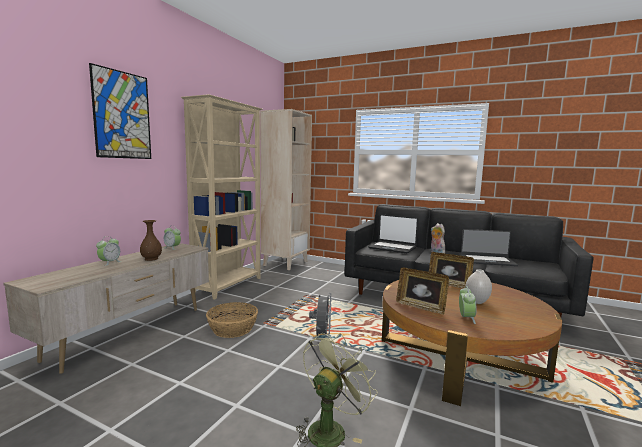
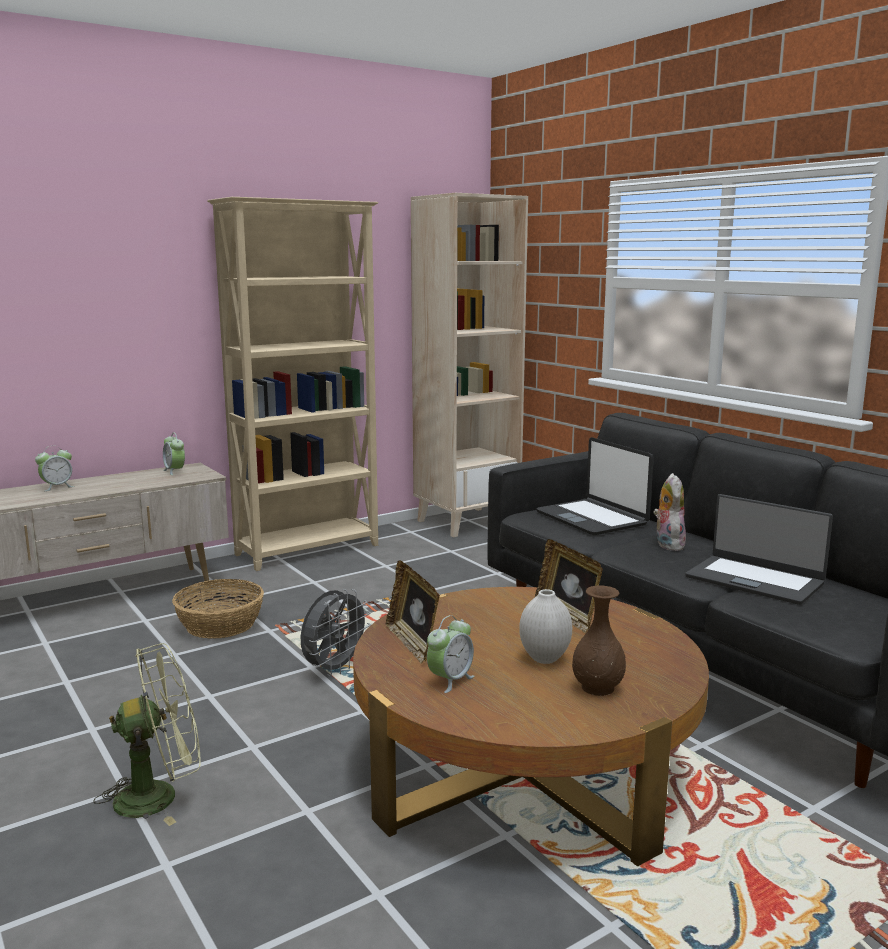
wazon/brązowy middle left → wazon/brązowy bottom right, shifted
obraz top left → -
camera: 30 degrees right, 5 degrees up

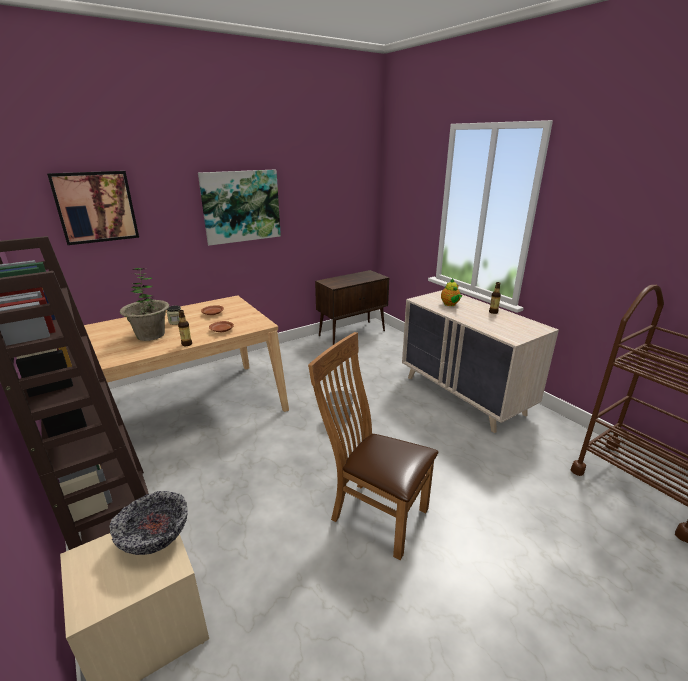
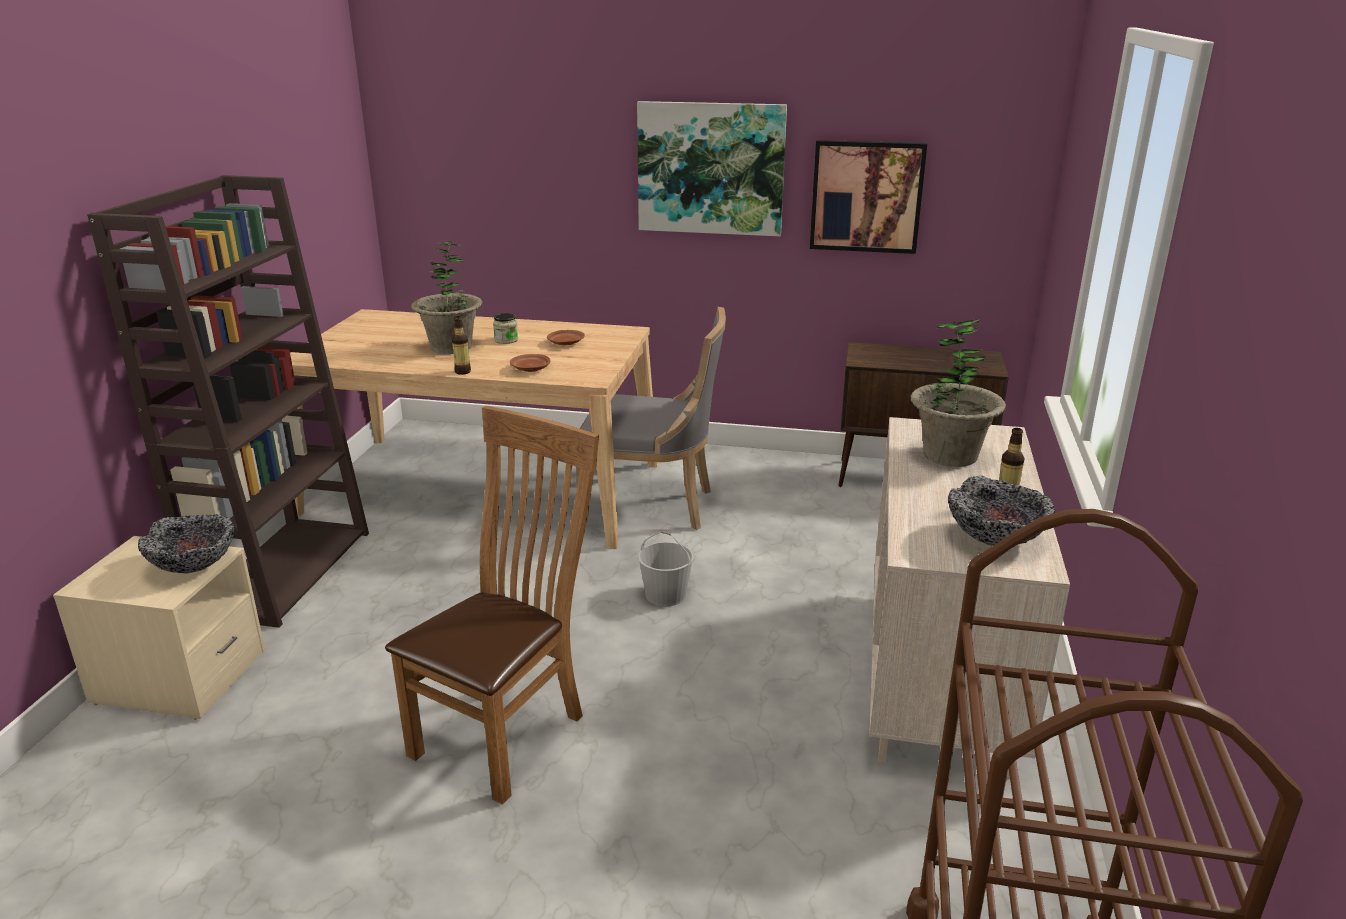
krzesło/brązowy centre, 45 degrees clockwise
- → krzesło/szary centre
obraz (no. 1 from left in the first image) top left → obraz (no. 2 from left) top centre, shifted
imbryk centre → roślina doniczkowa (no. 2 from left) middle right
- → miska (no. 2 from left) middle right
camera: 45 degrees right, 0 degrees up

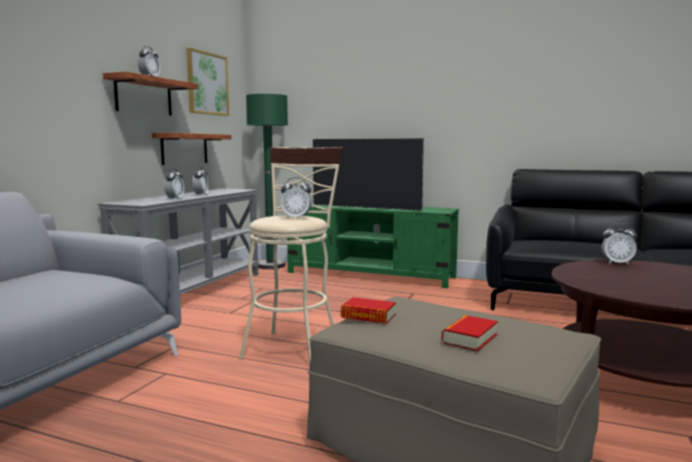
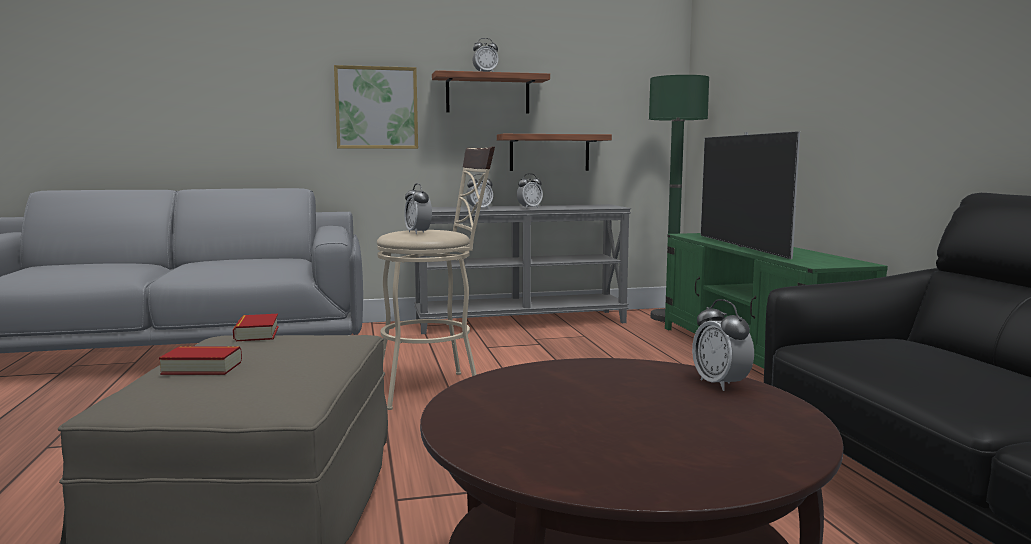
obraz top left → obraz top centre, shifted
camera: 55 degrees right, 0 degrees up

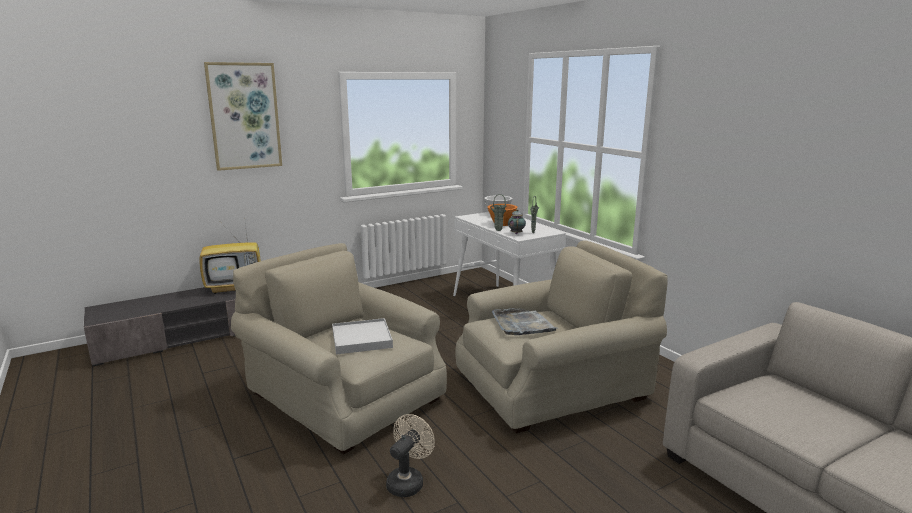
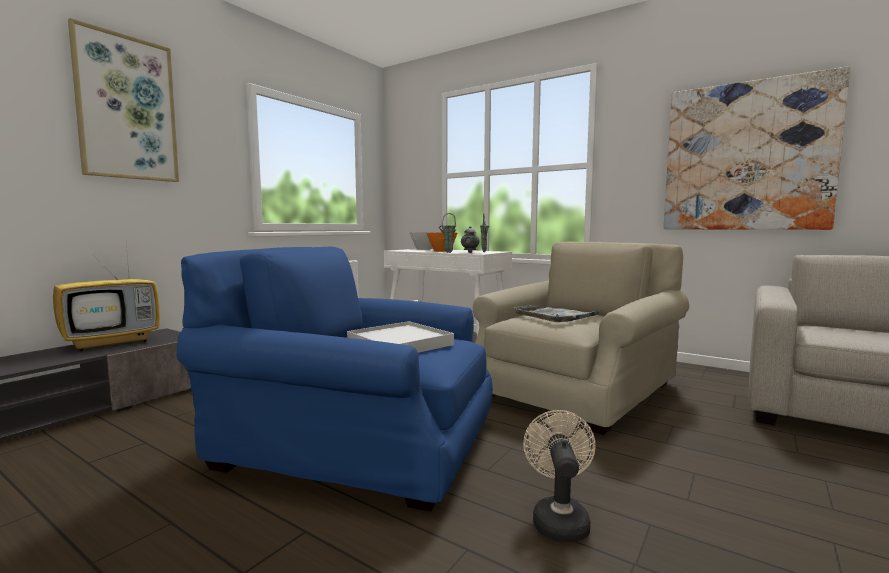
fotel/beżowy (no. 1 from left) bottom centre → fotel/niebieski centre
- → obraz (no. 2 from left) top right
camera: 25 degrees left, 10 degrees down

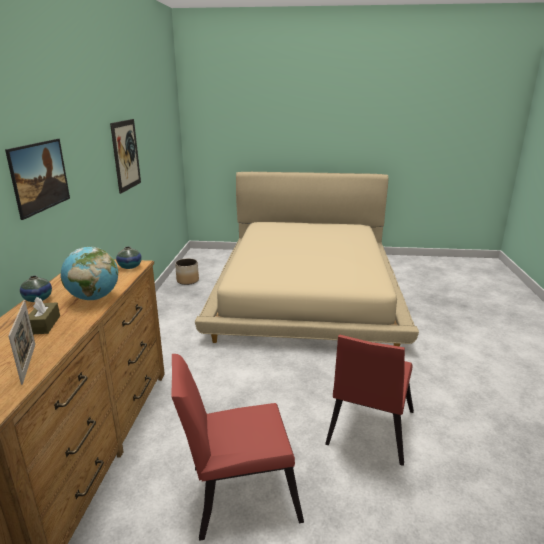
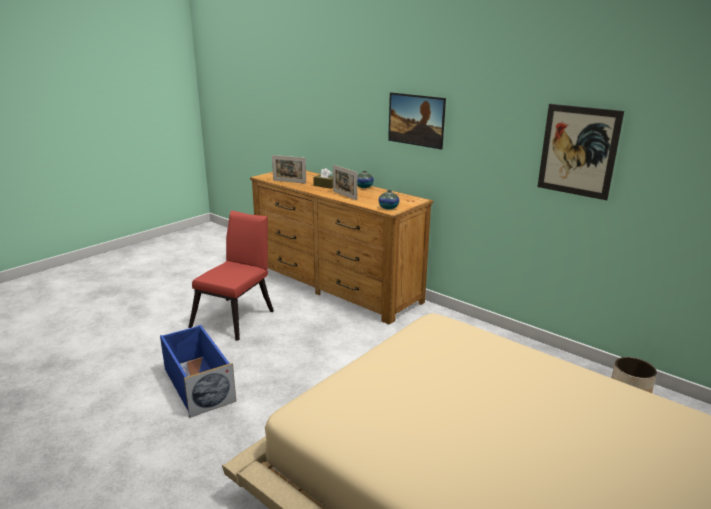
krzesło/czerwony (no. 2 from left) bottom right → pojemnik do przechowywania/niebieski bottom left
globus middle left → ramka na zdjęcie (no. 2 from left) centre
camera: 125 degrees right, 0 degrees up

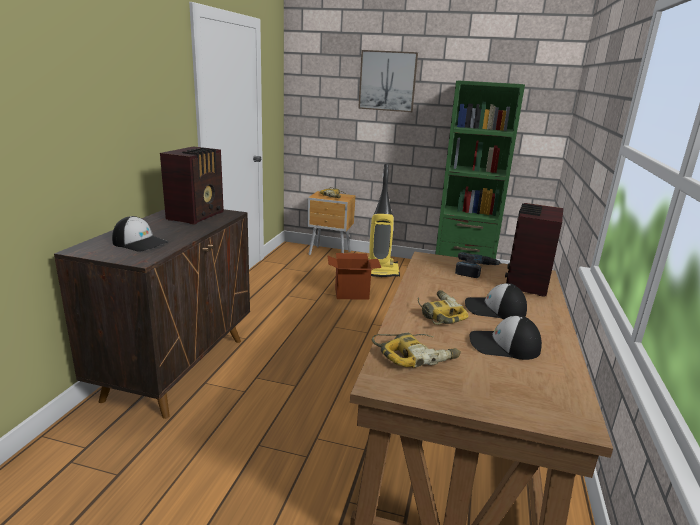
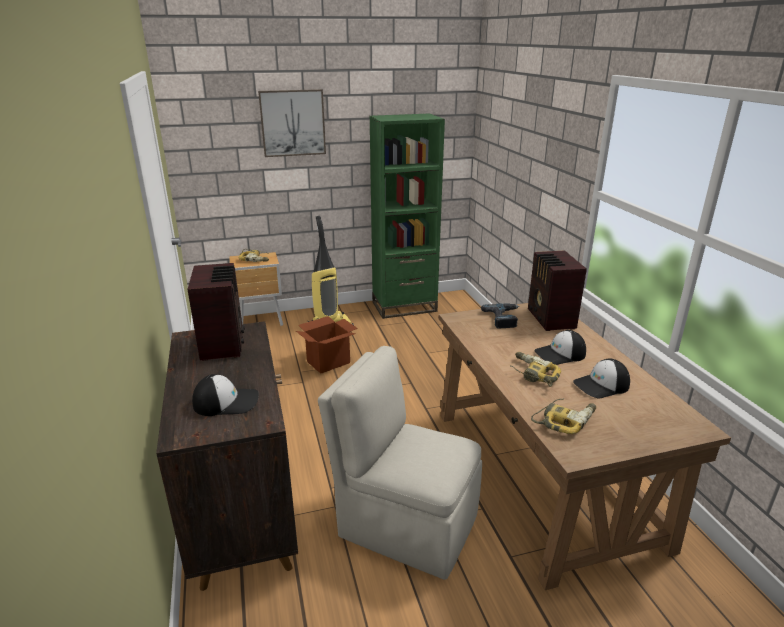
- → krzesło/beżowy bottom centre
camera: 30 degrees left, 5 degrees up

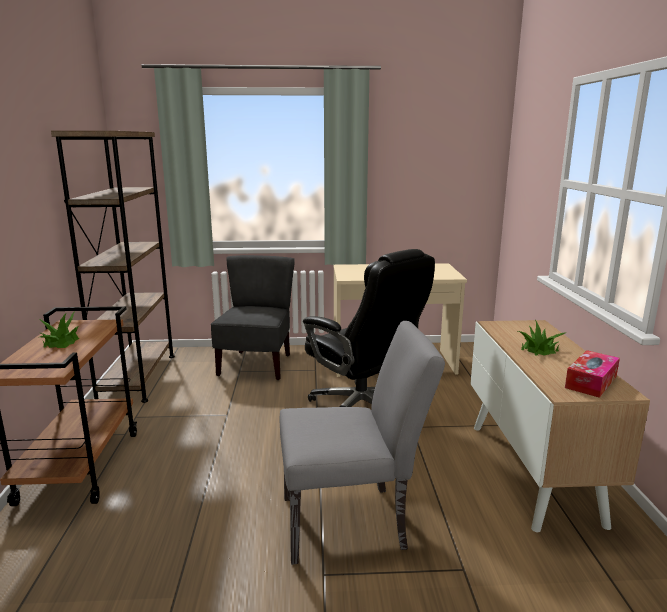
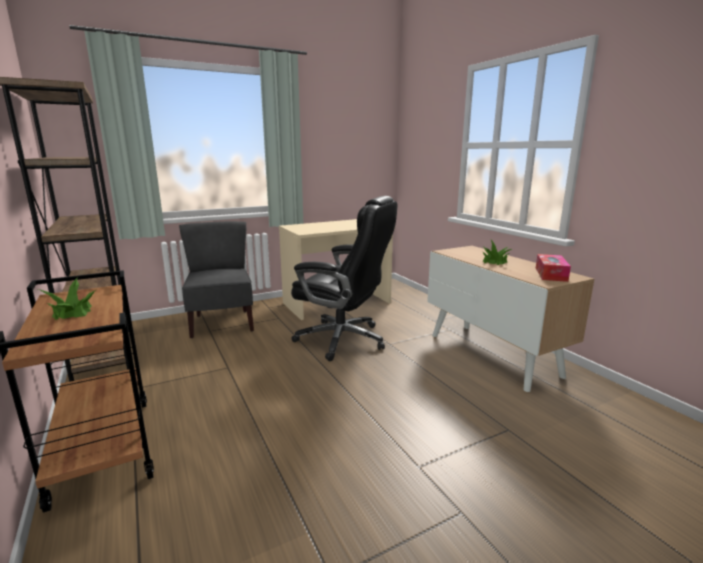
krzesło/szary (no. 2 from left) bottom centre → -
camera: 25 degrees left, 0 degrees up

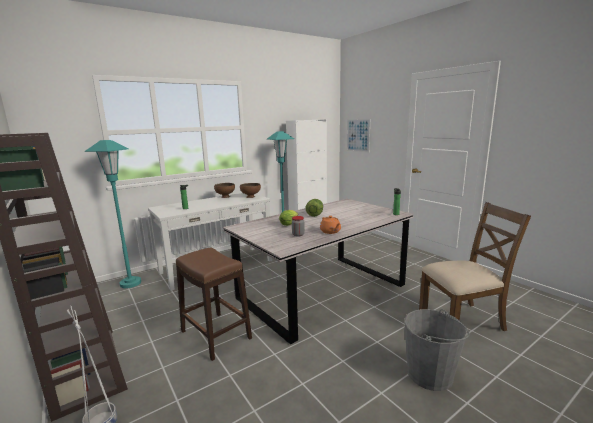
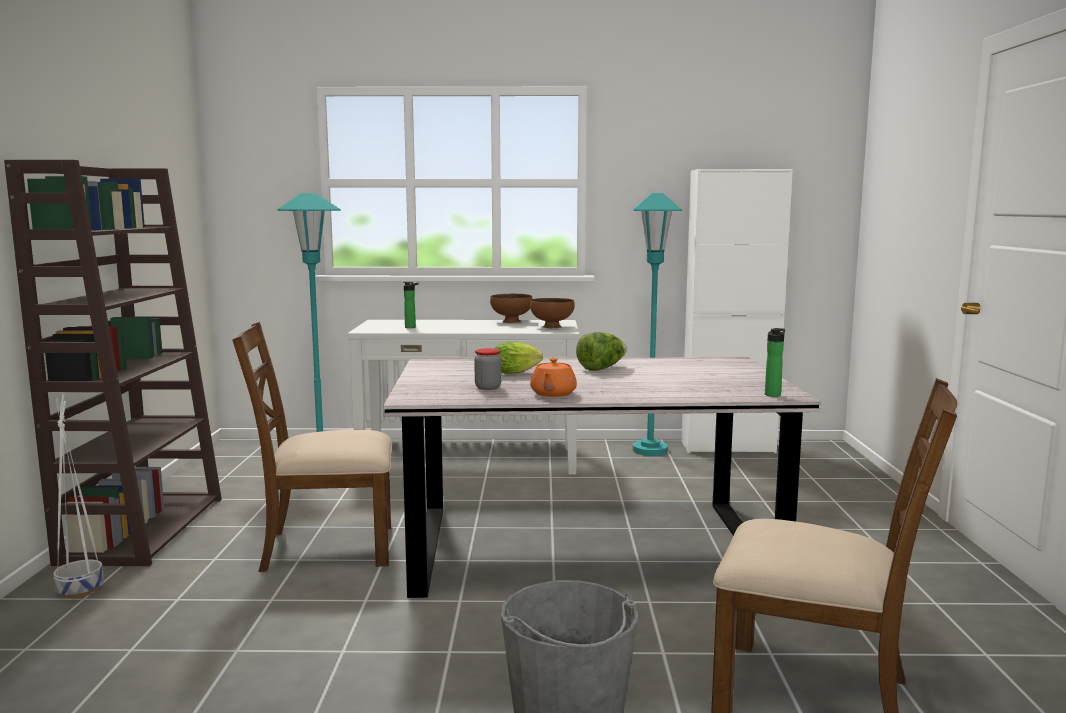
stołek/brązowy bottom centre → krzesło/brązowy (no. 1 from left) middle left
obraz top centre → -
camera: 35 degrees right, 5 degrees down

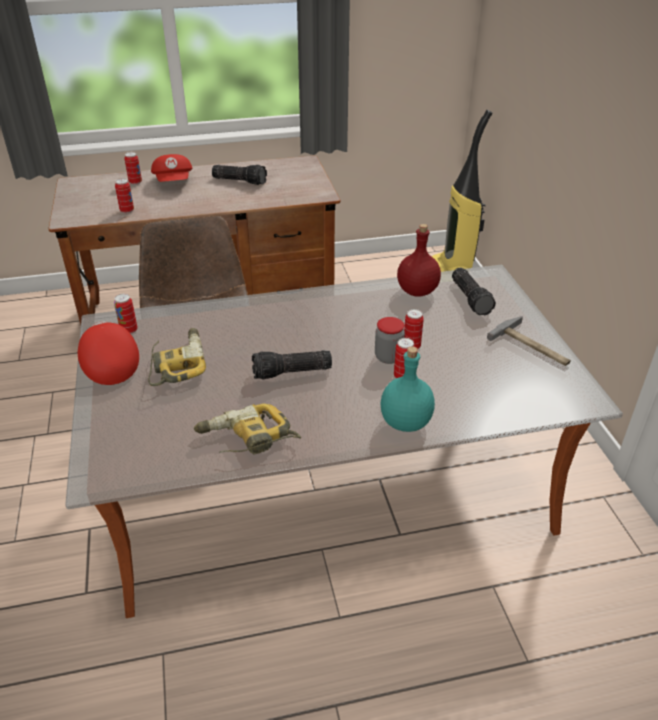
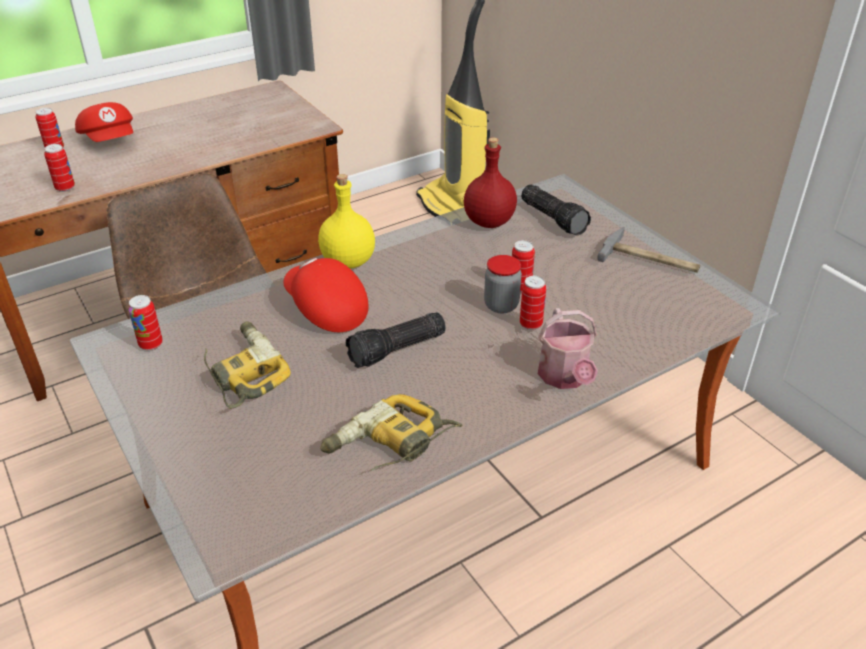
czapka z daszkiem/czerwony (no. 1 from left in the first image) middle left → czapka z daszkiem/czerwony (no. 2 from left) centre, shifted
- → butelka/żółty centre
butelka/turkusowy centre → konewka centre
latarka (no. 1 from left) top centre → -
camera: 20 degrees left, 0 degrees up

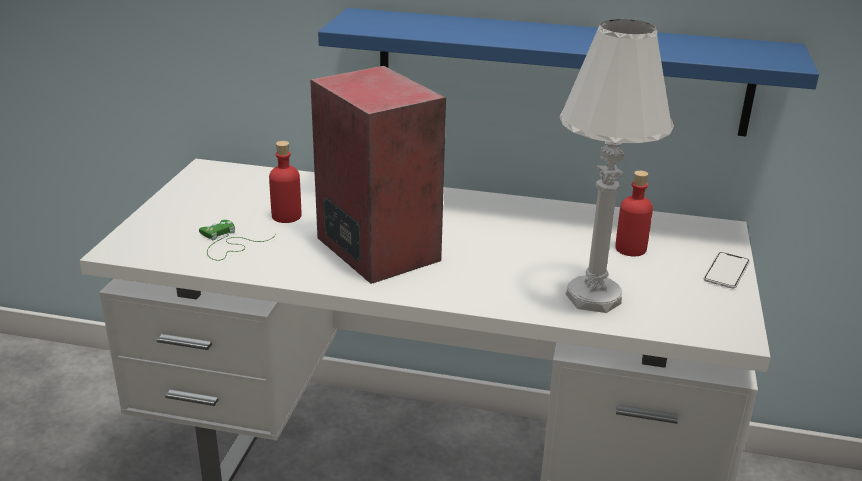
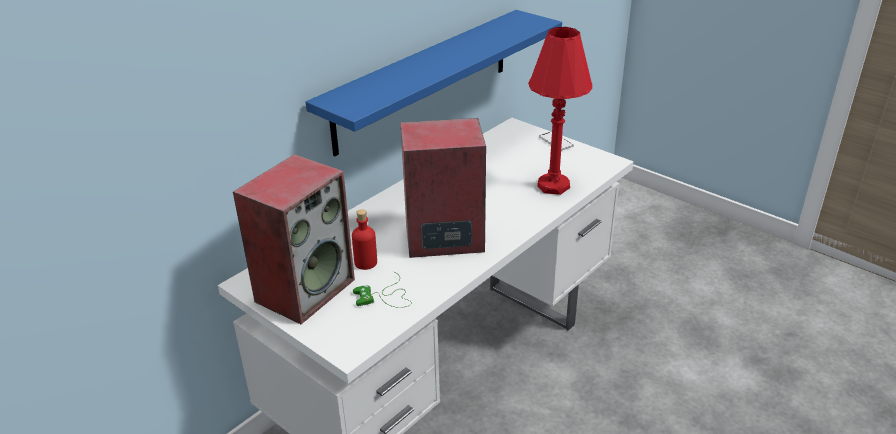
- → głośnik (no. 1 from left) middle left
lampa stołowa/biały middle right → lampa stołowa/czerwony top centre
butelka/czerwony (no. 2 from left) middle right → -
camera: 60 degrees left, 5 degrees up

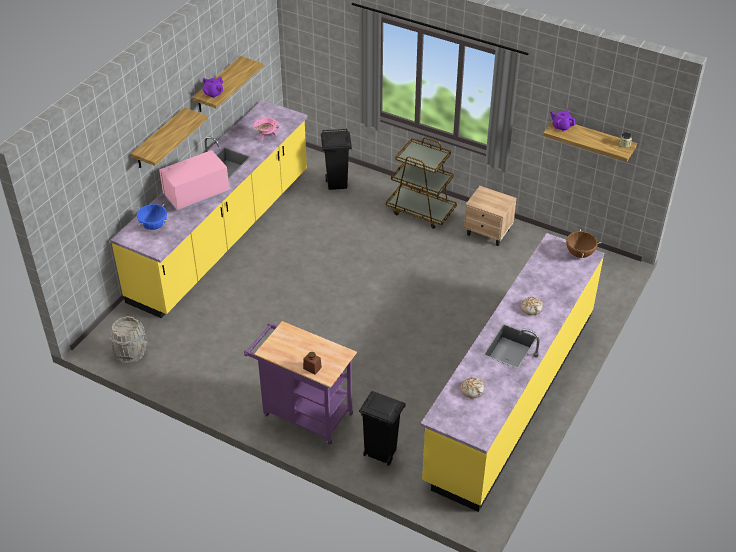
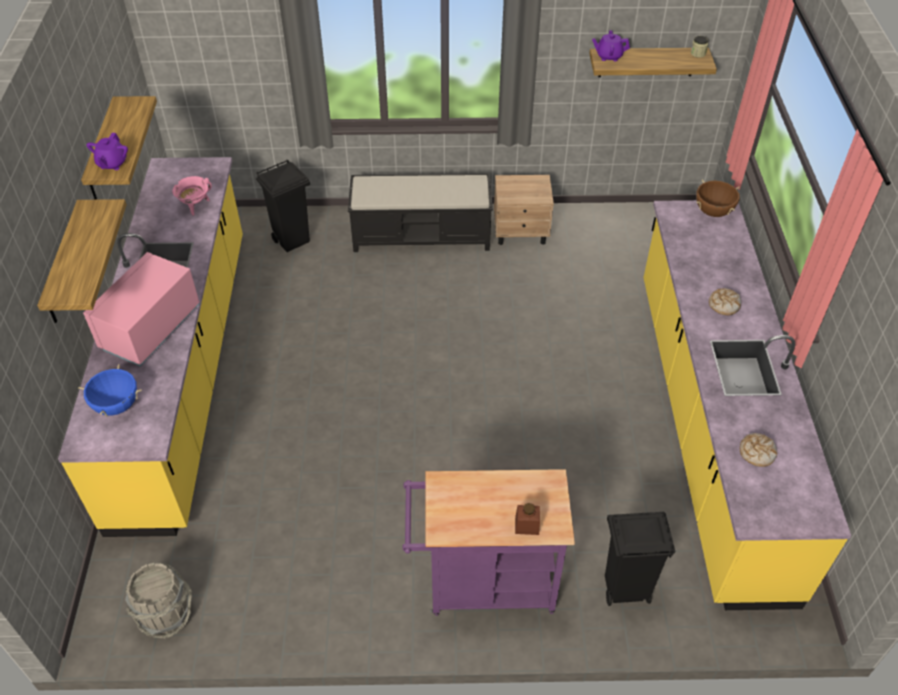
wózek/brązowy top centre → ławka/czarny top centre
camera: 30 degrees left, 5 degrees up

